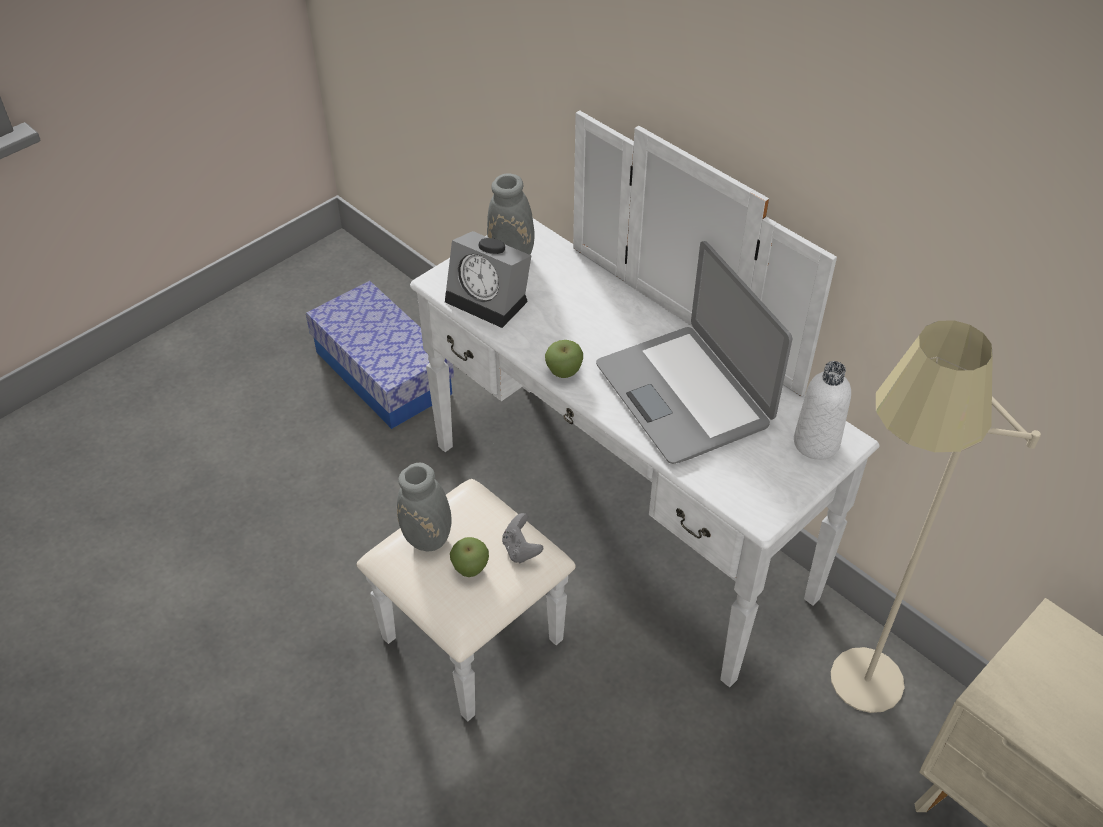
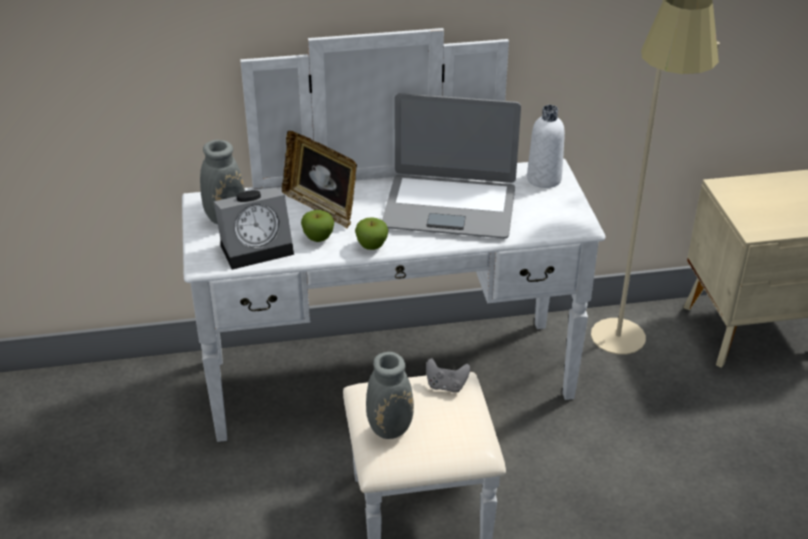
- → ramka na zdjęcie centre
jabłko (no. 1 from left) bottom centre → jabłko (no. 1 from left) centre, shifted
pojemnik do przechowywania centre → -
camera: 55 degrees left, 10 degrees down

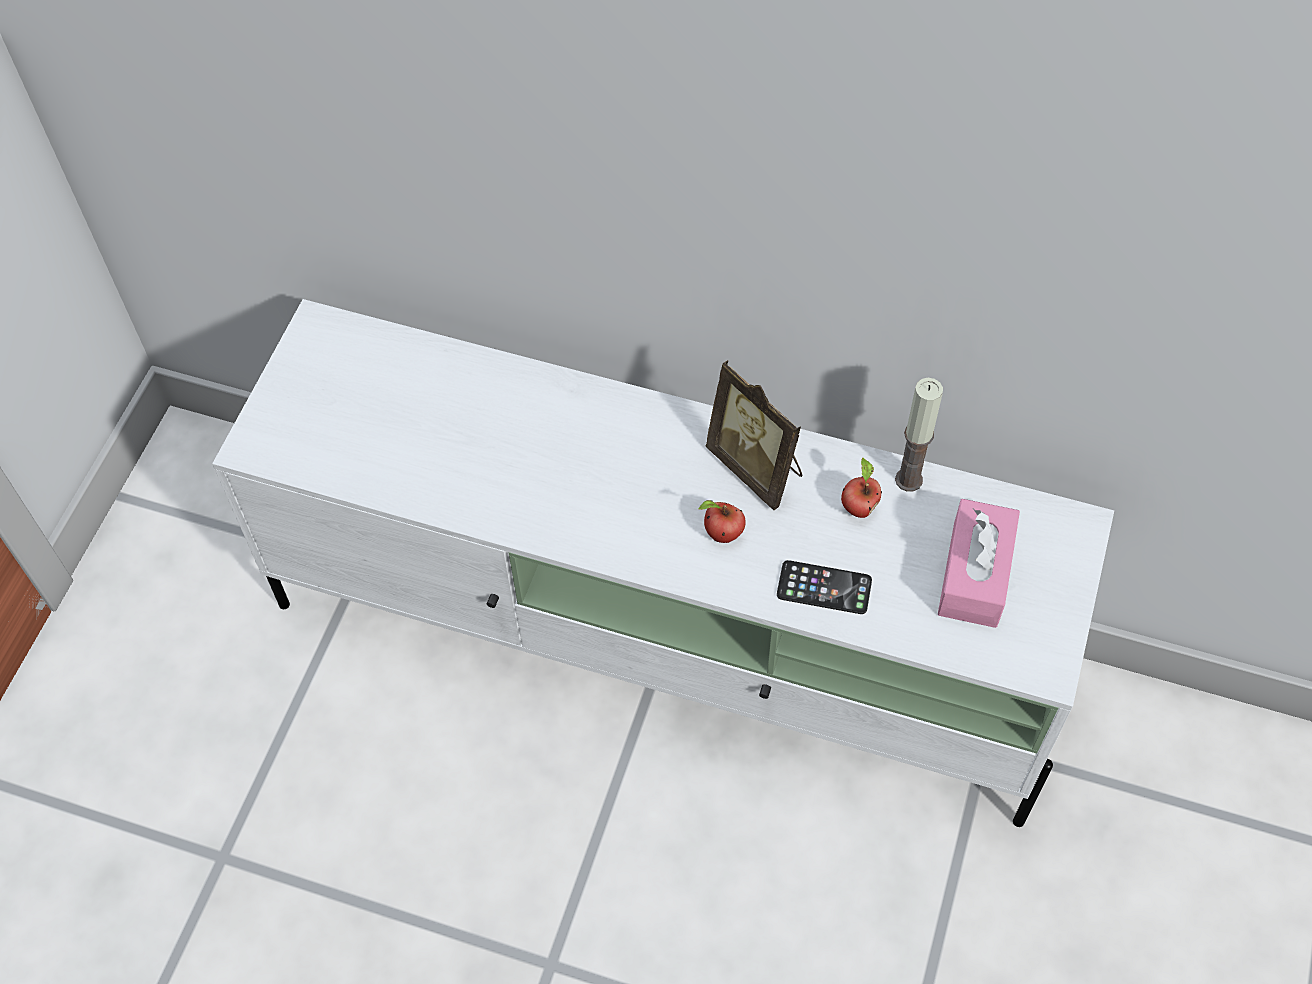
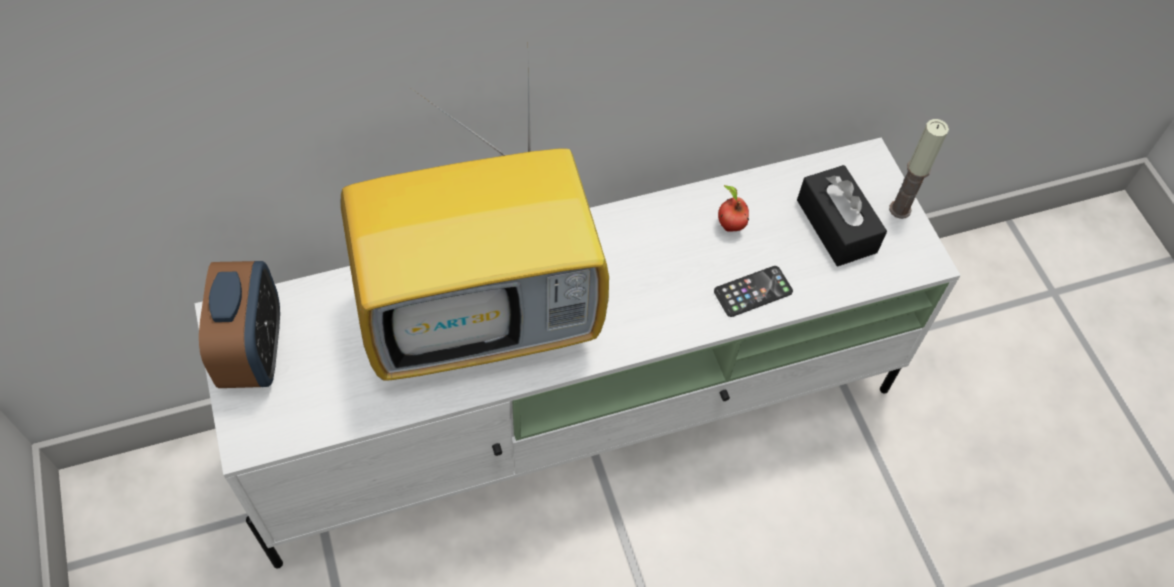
- → budzik middle left
- → telewizor centre
pudełko chusteczek/różowy middle right → pudełko chusteczek/czarny middle right
świeca middle right → świeca top right, shifted
jabłko (no. 1 from left) centre → -
ramka na zdjęcie centre → -
camera: 40 degrees left, 0 degrees up

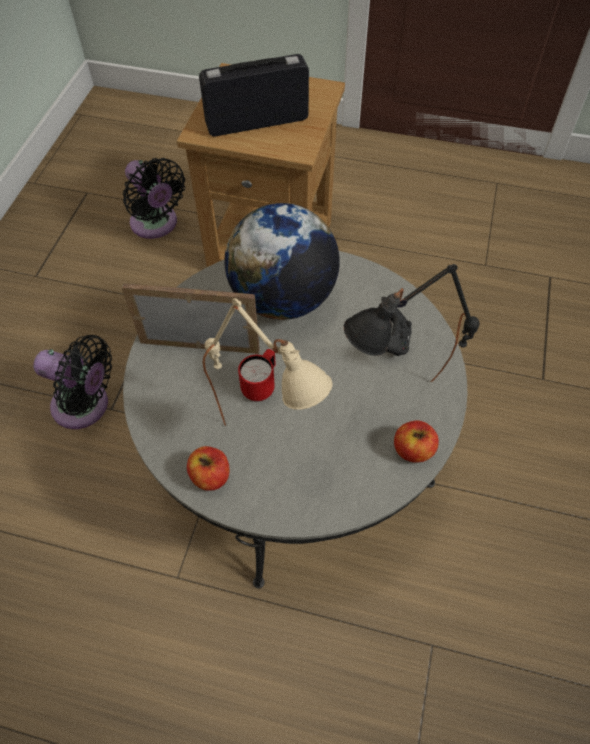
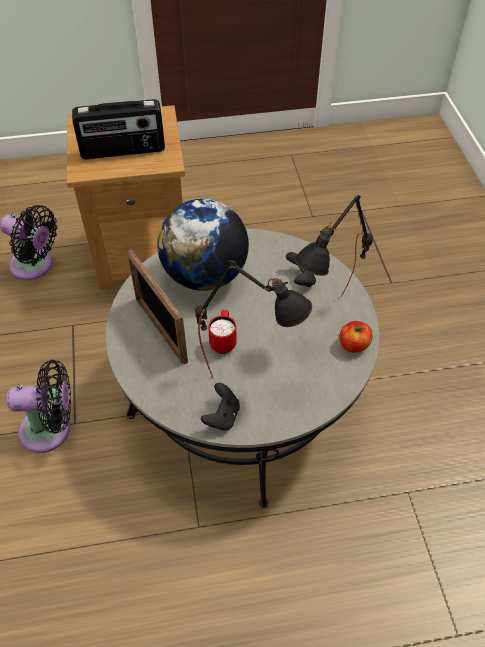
radio top centre → radio top left, 150 degrees counterclockwise
ramka na zdjęcie middle left, 105 degrees counterclockwise
lampa stołowa/beżowy centre → lampa stołowa/czarny (no. 1 from left) centre
jabłko (no. 1 from left) centre → pad do gier/czarny (no. 1 from left) centre
camera: 25 degrees left, 5 degrees down

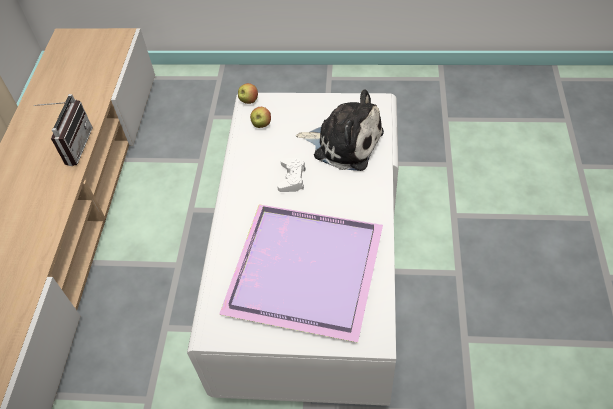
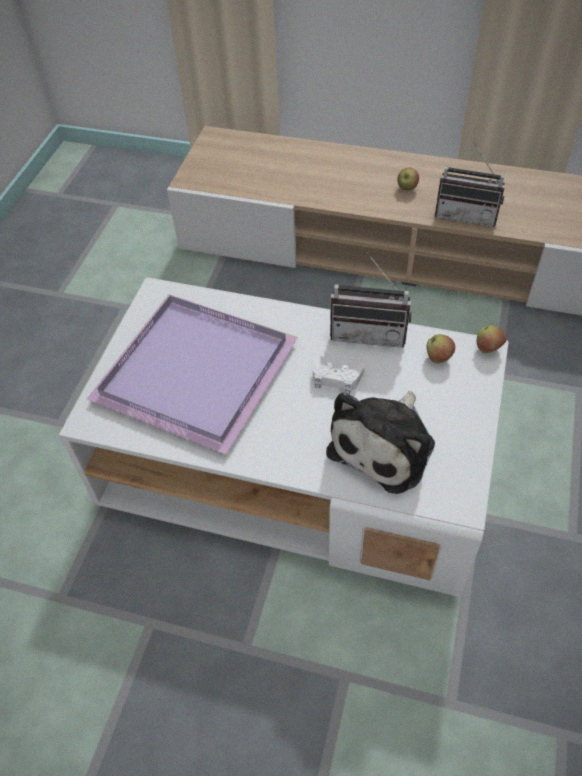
- → radio (no. 1 from left) centre
- → jabłko (no. 1 from left) top right
camera: 100 degrees right, 0 degrees up

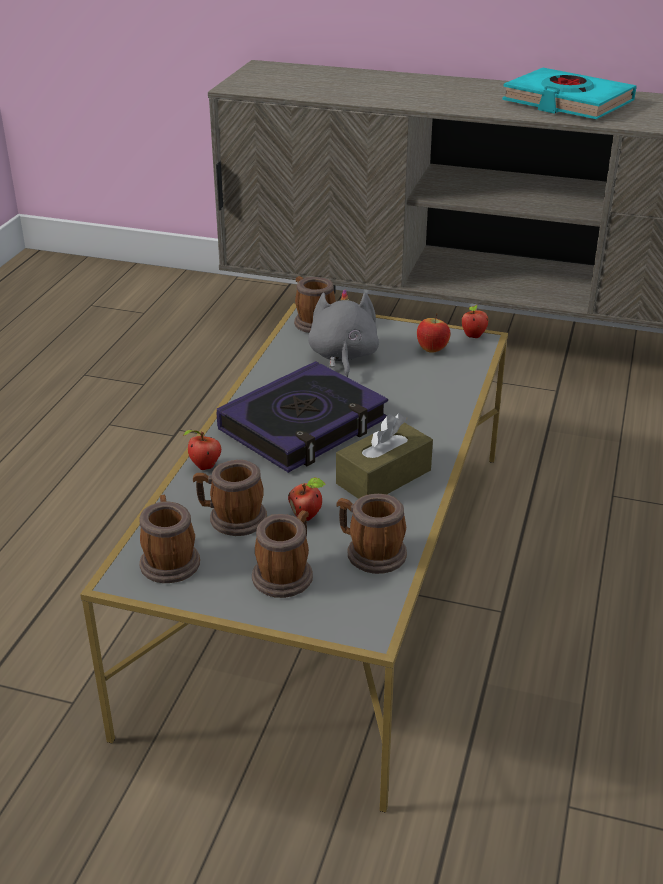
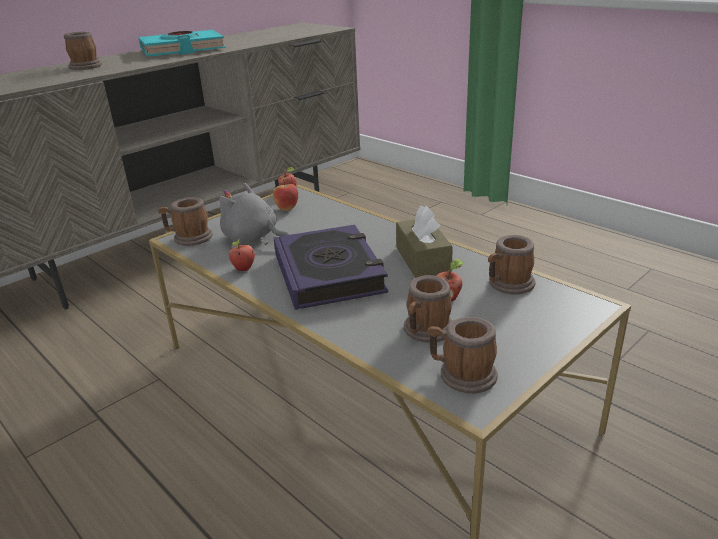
kubek (no. 3 from left in the first image) centre → kubek (no. 1 from left) top left, shifted
jabłko (no. 1 from left) middle left → jabłko (no. 1 from left) centre, shifted
camera: 60 degrees left, 5 degrees down

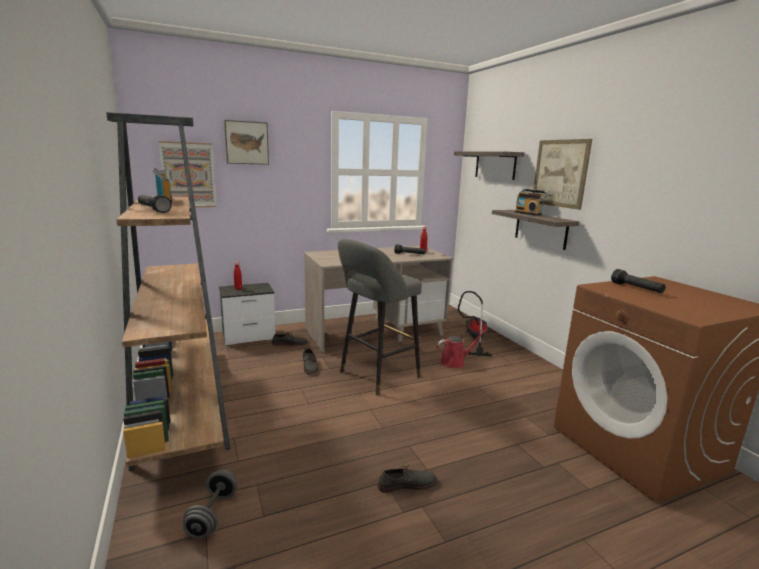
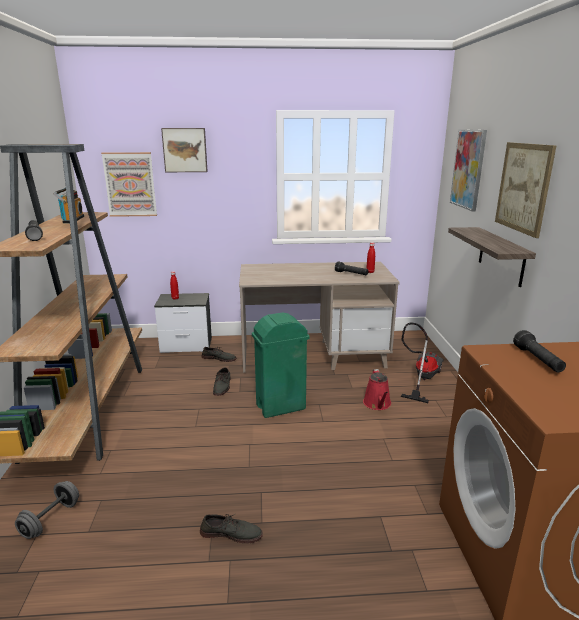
stołek/szary centre → kosz na śmieci/zielony centre
konewka/czerwony centre, 90 degrees clockwise
półka (no. 1 from left) top centre → obraz (no. 3 from left) top right
radio (no. 2 from left) middle right → -
camera: 20 degrees right, 5 degrees up

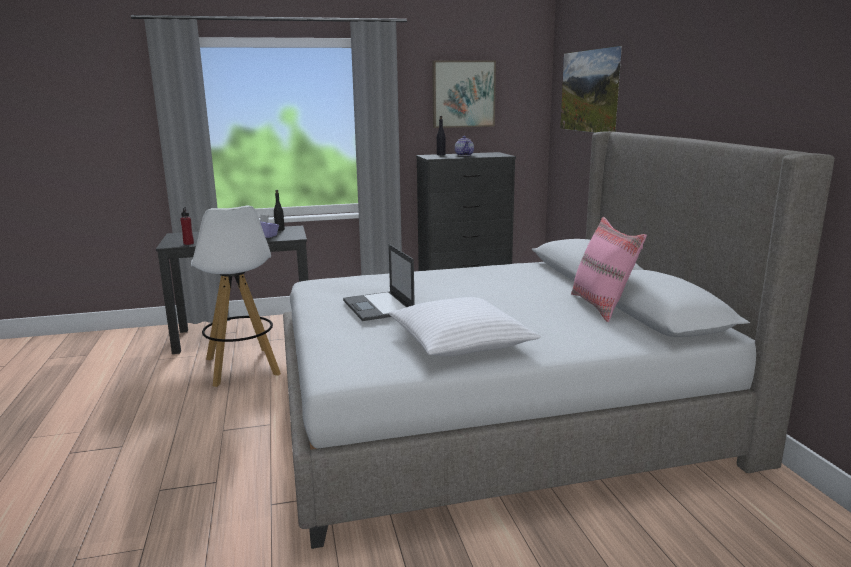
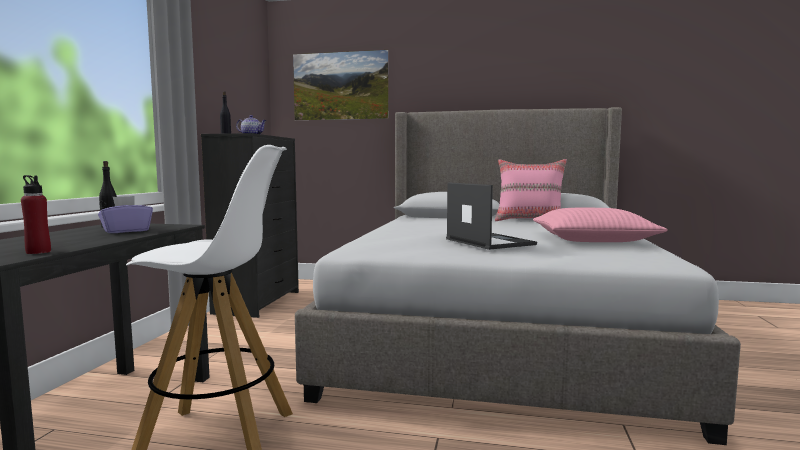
laptop centre, 120 degrees counterclockwise
poduszka/biały centre → poduszka/różowy (no. 2 from left) middle right
obraz (no. 1 from left) top centre → -
camera: 65 degrees left, 10 degrees down

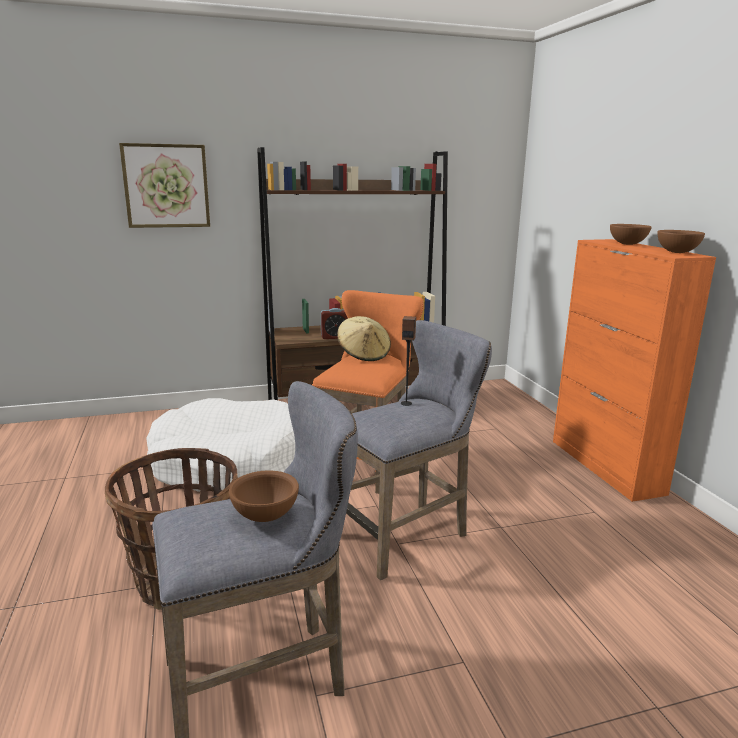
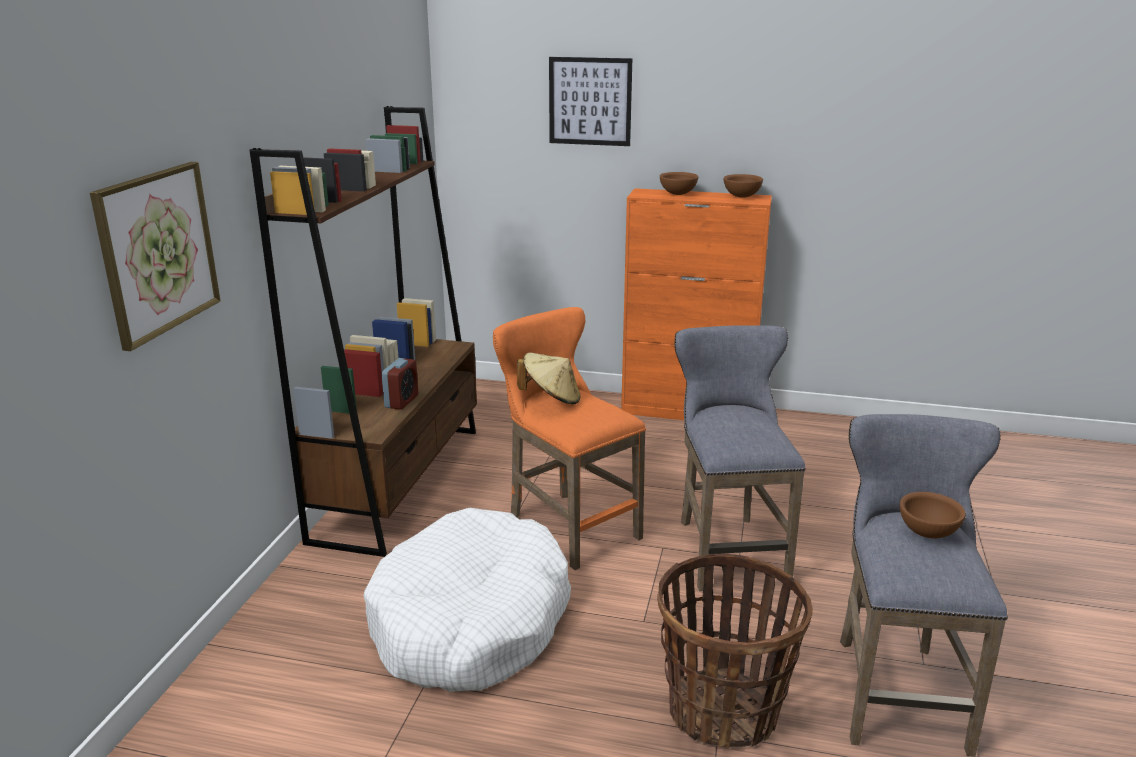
- → obraz (no. 2 from left) top centre
głośnik centre → -
camera: 60 degrees left, 5 degrees up

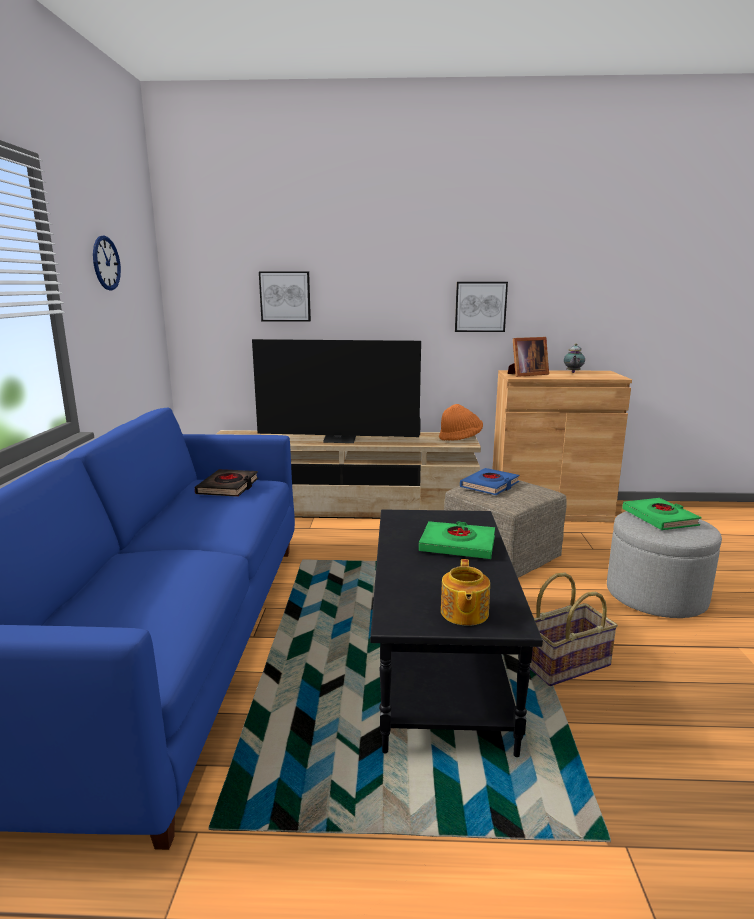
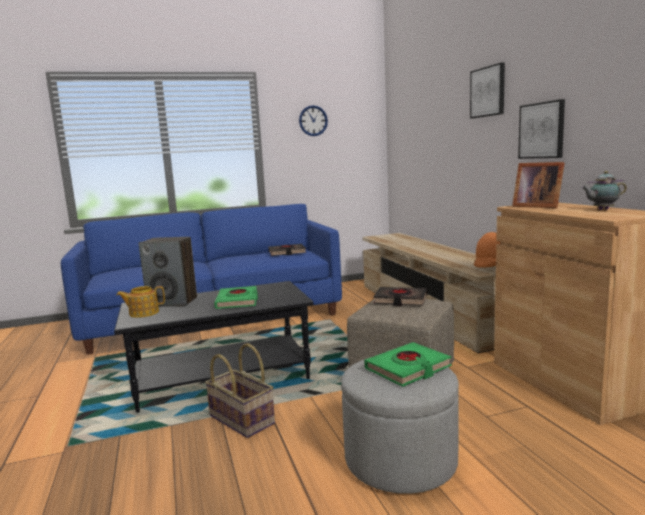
- → głośnik middle left
książka/niebieski centre → książka/czarny (no. 2 from left) centre
obraz (no. 1 from left) top centre → obraz (no. 1 from left) top right, shifted
telewizor centre → -
camera: 70 degrees right, 5 degrees down

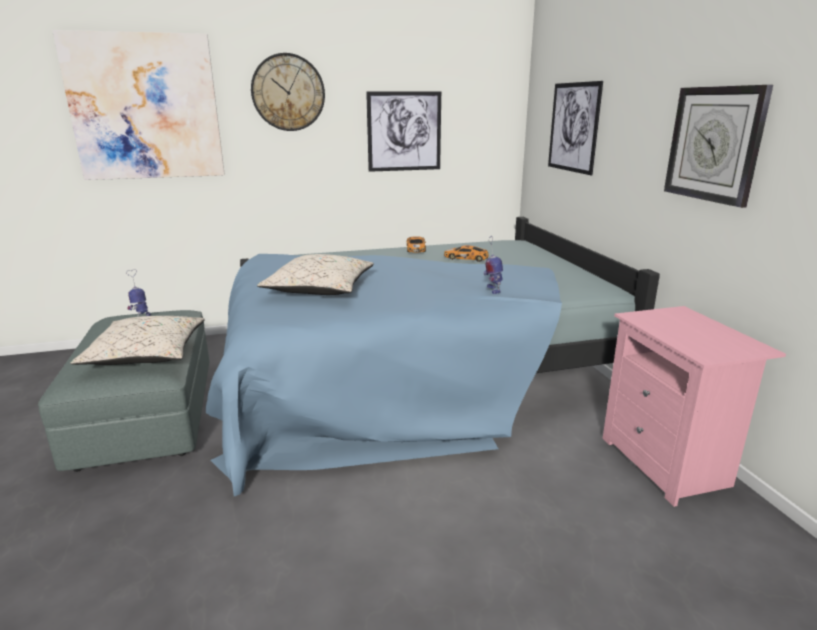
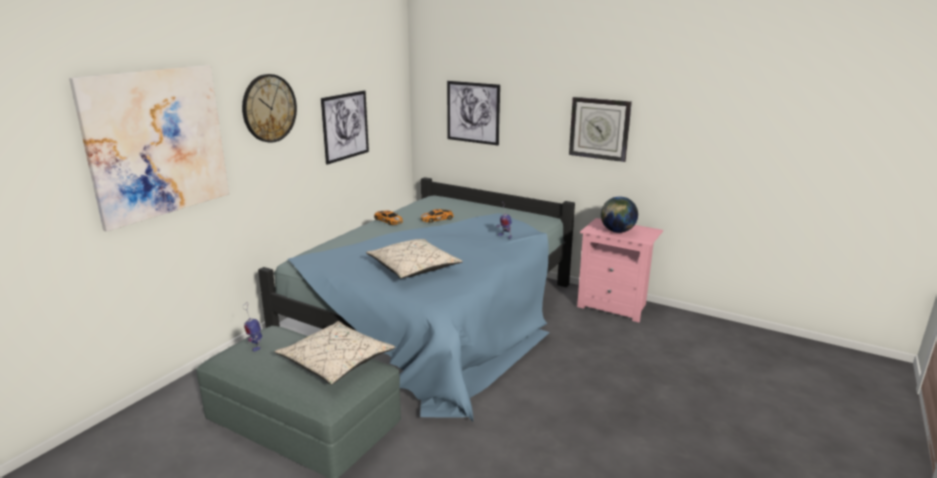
- → globus centre
camera: 45 degrees left, 0 degrees up

